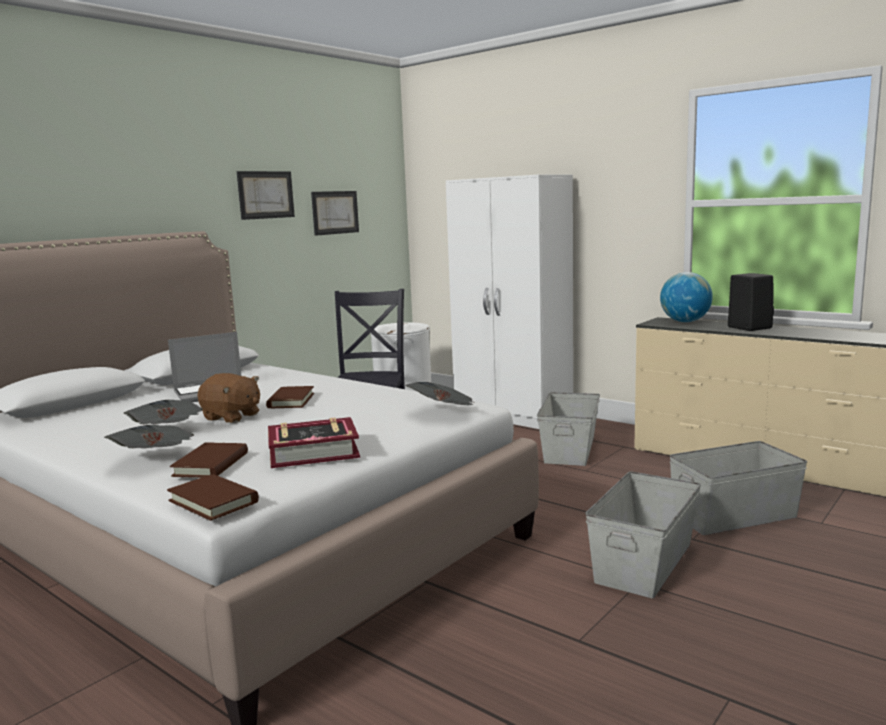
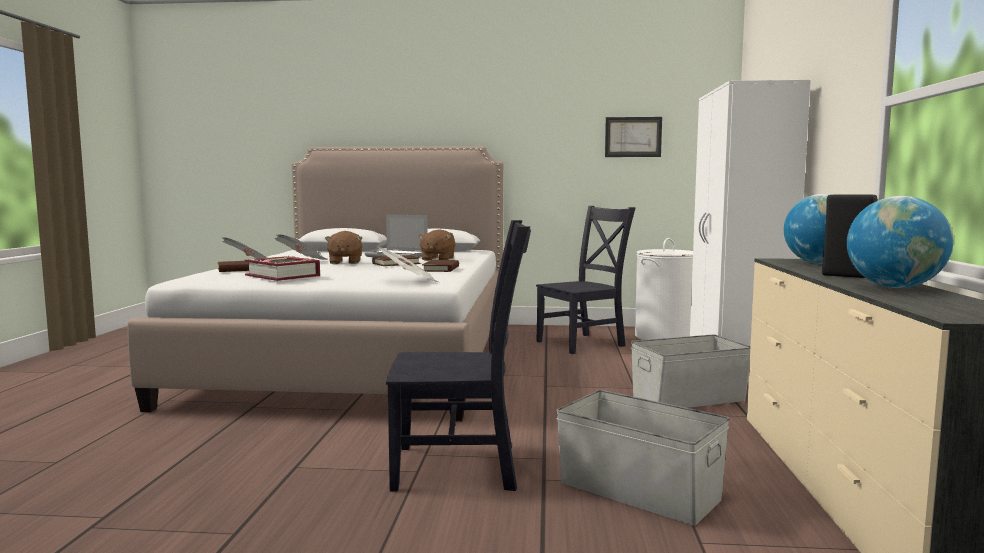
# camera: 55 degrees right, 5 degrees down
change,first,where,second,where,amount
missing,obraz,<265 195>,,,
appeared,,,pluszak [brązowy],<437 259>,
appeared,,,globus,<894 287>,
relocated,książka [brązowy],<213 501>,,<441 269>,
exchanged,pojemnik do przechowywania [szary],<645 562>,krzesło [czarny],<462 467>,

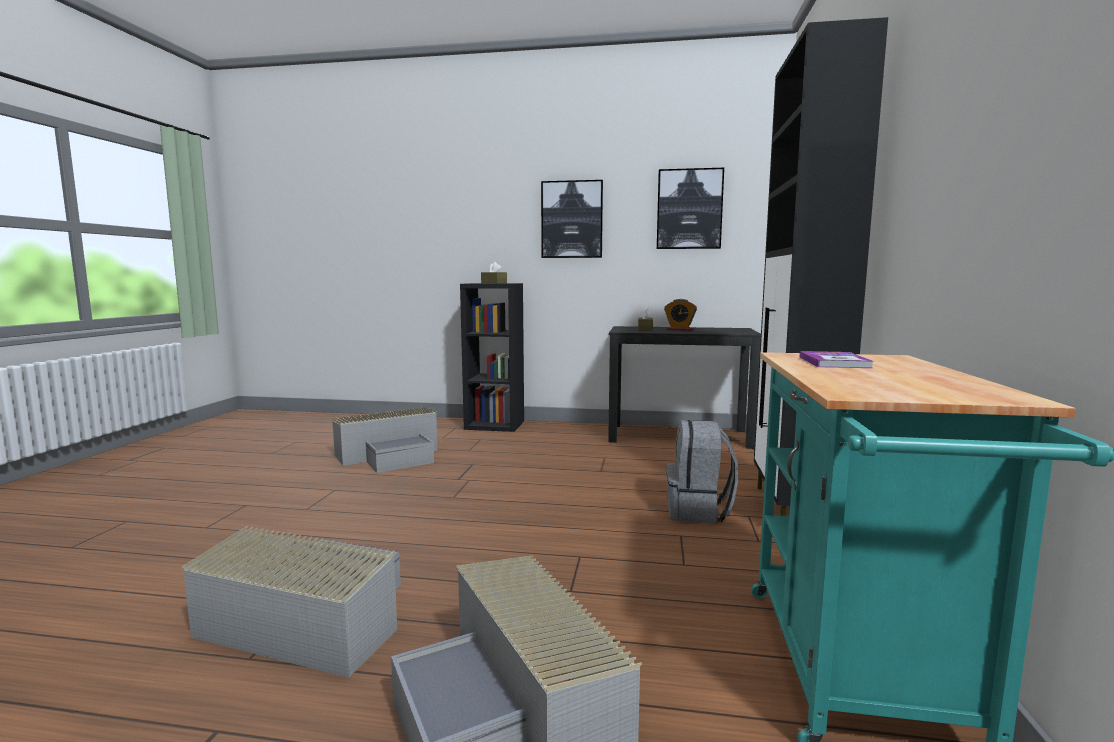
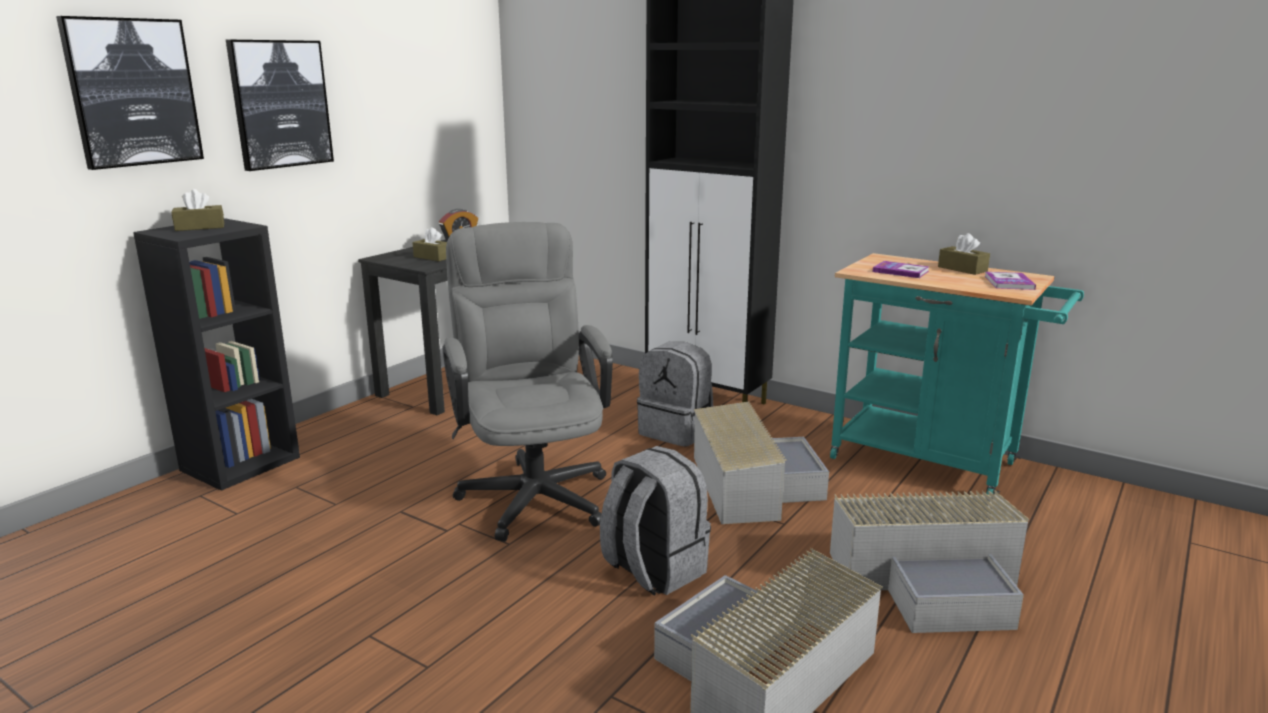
# camera: 65 degrees left, 10 degrees up
change,first,where,second,where,amount
appeared,,,krzesło biurowe [szary],<533 490>,
appeared,,,plecak [szary],<653 570>,
appeared,,,pudełko chusteczek [brązowy],<962 269>,
appeared,,,książka,<1009 282>,
relocated,pojemnik do przechowywania [szary],<392 455>,,<751 484>,
relocated,obraz,<689 209>,,<133 92>,

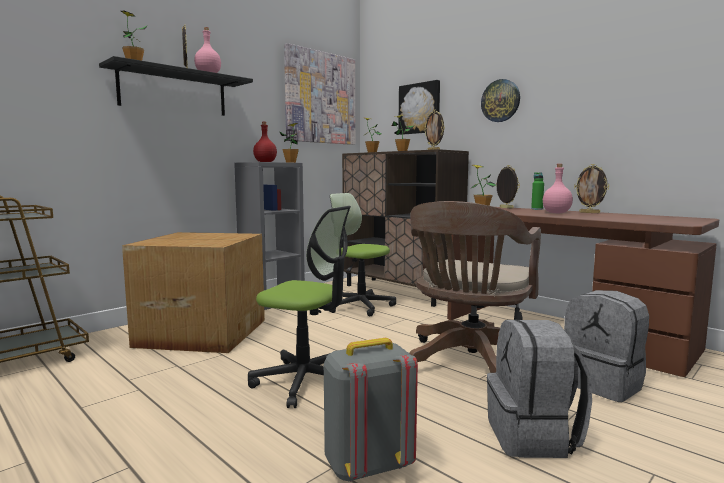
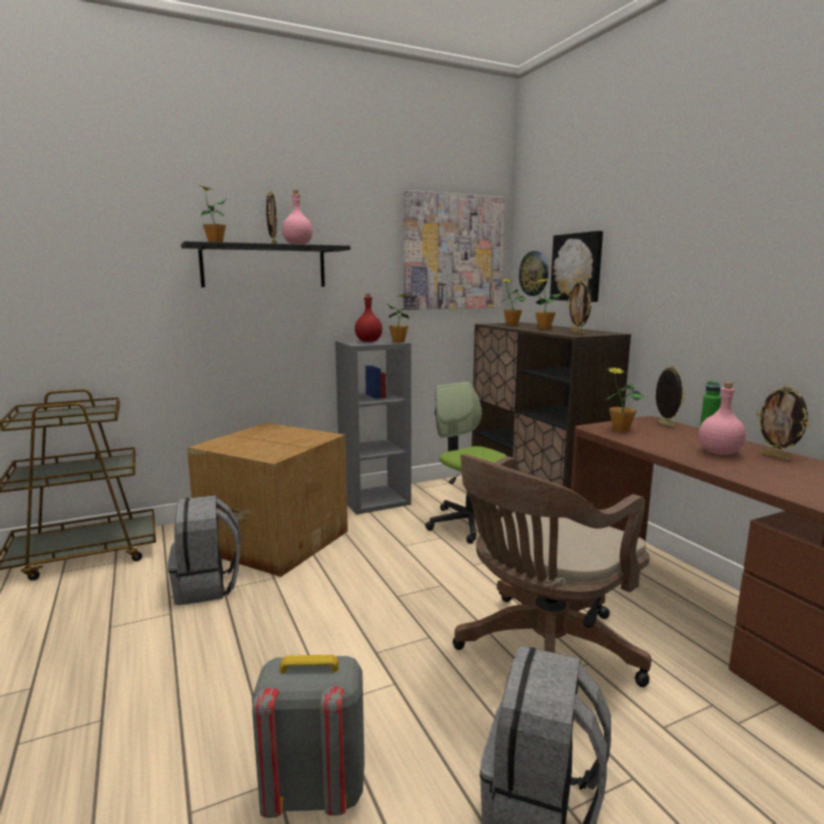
# camera: 20 degrees right, 5 degrees up
change,first,where,second,where,amount
missing,krzesło biurowe,<306 381>,,,
relocated,zegar ścienny,<500 101>,,<534 273>,
relocated,plecak [szary],<603 384>,,<207 586>,

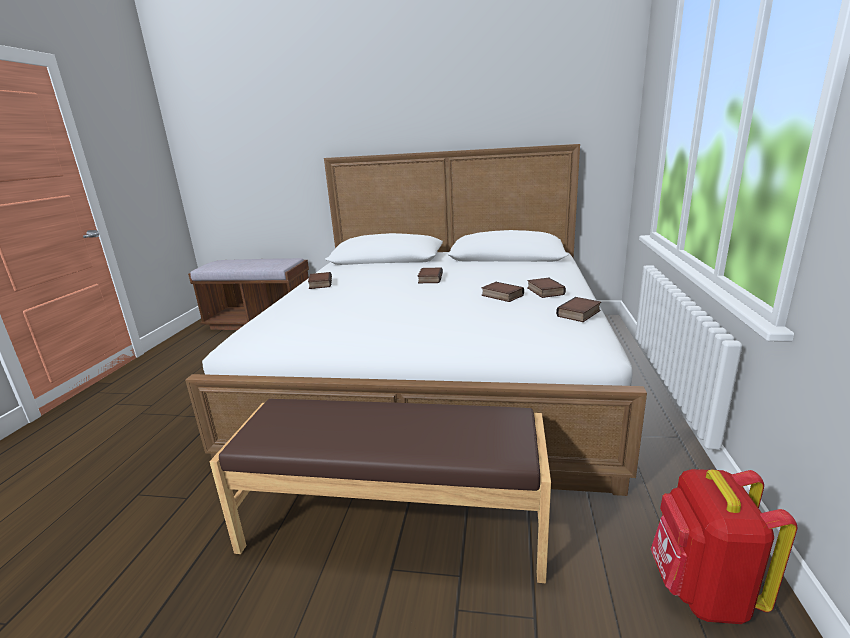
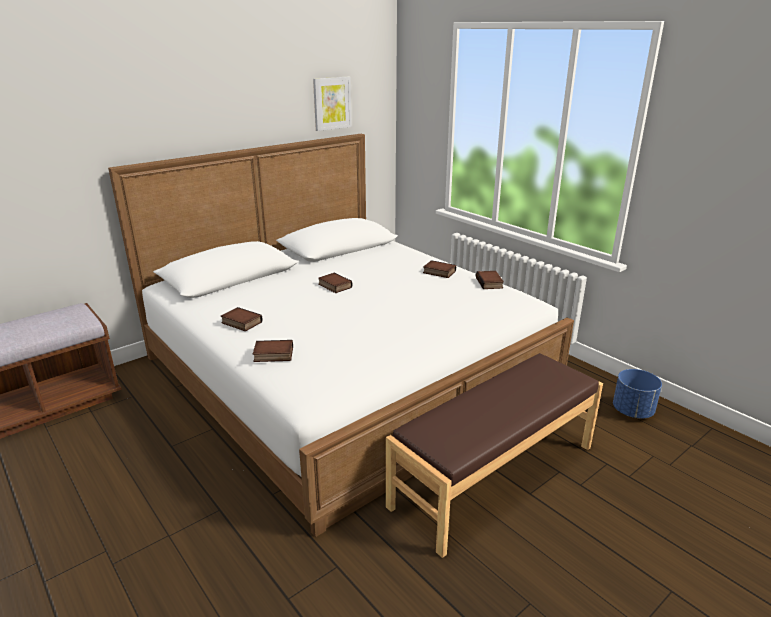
# camera: 50 degrees left, 5 degrees up
change,first,where,second,where,amount
appeared,,,obraz,<332 103>,
relocated,książka,<501 295>,,<273 355>,
exchanged,plecak [czerwony],<702 591>,donica [niebieski],<633 411>,

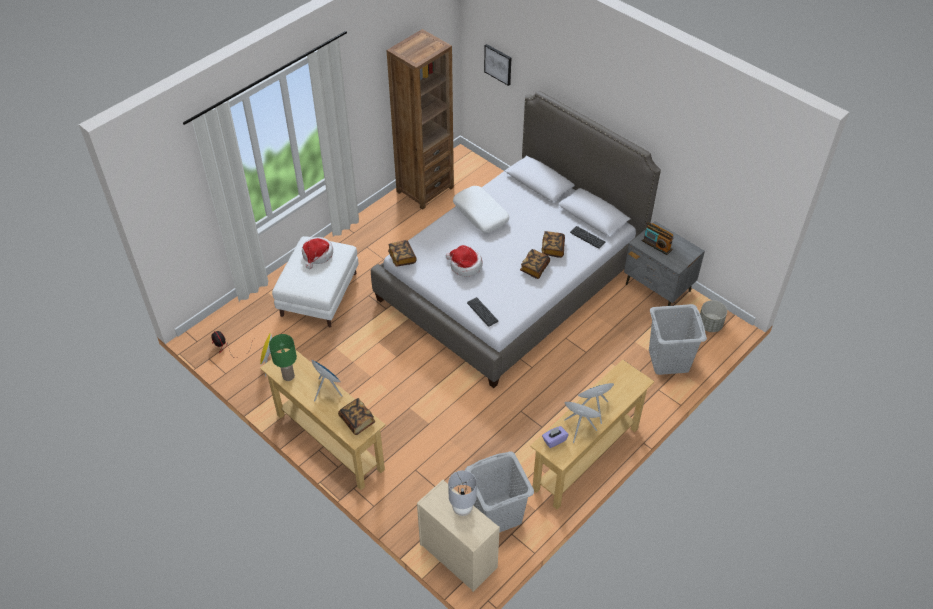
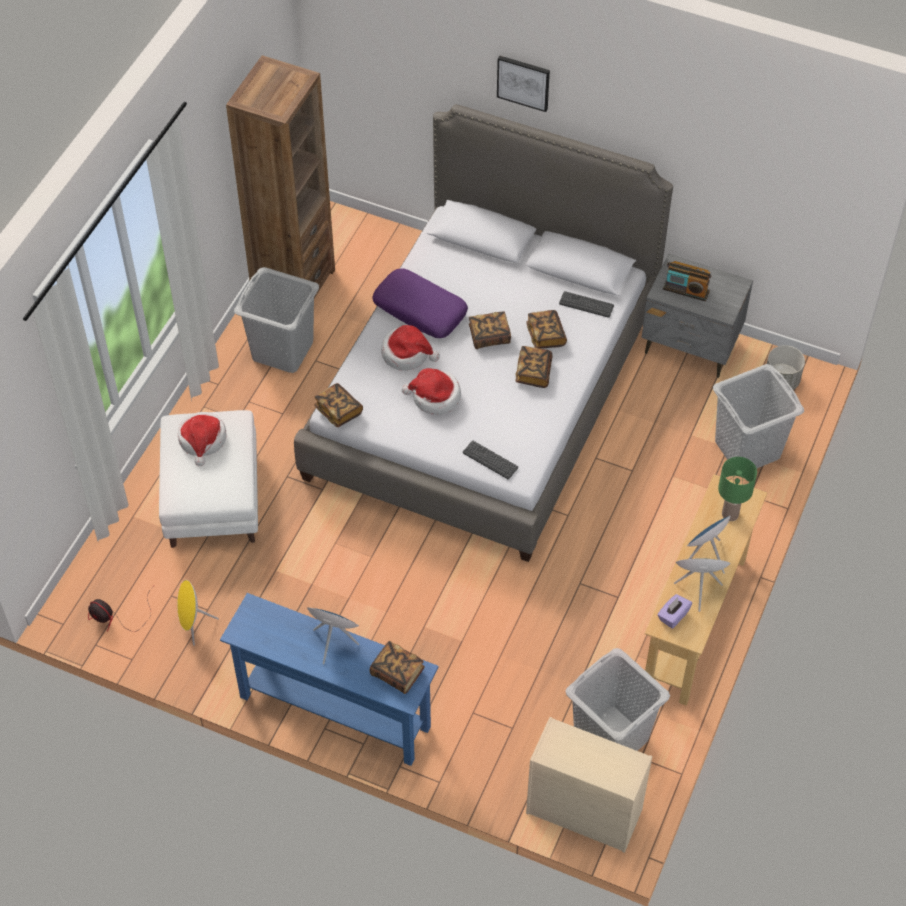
# camera: 20 degrees left, 5 degrees up
change,first,where,second,where,amount
missing,lampa stołowa [szary],<462 508>,,,
appeared,,,kosz na pranie [szary],<283 351>,
appeared,,,kapelusz,<407 354>,
appeared,,,książka,<489 336>,
relocated,lampa stołowa [zielony],<288 376>,,<729 514>,
relocated,obraz,<498 64>,,<523 82>,
colour,stolik konsolowy [beżowy],<329 442>,stolik konsolowy [niebieski],<334 712>,
colour,poduszka [biały],<481 214>,poduszka [fioletowy],<420 310>,

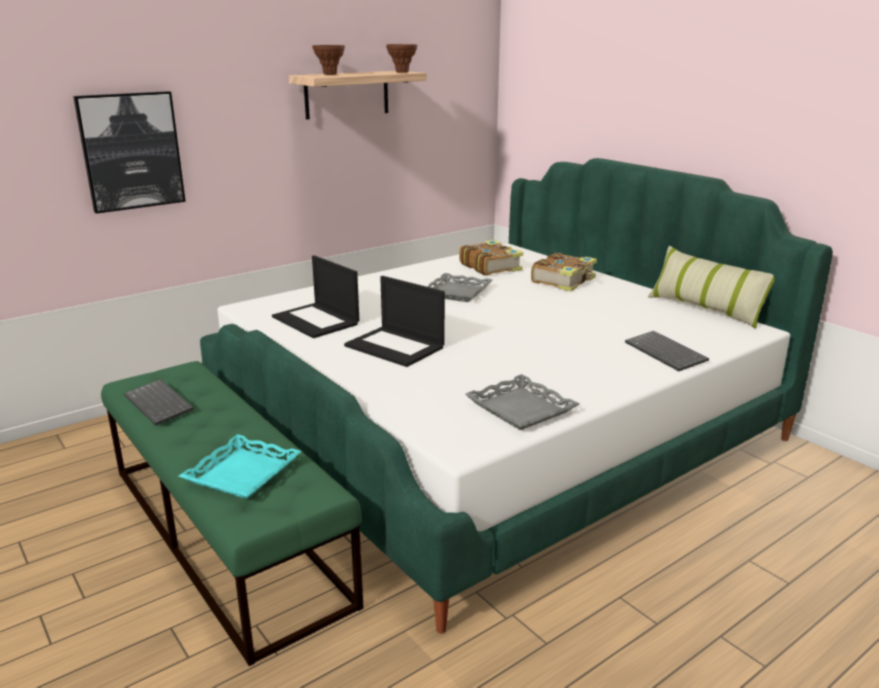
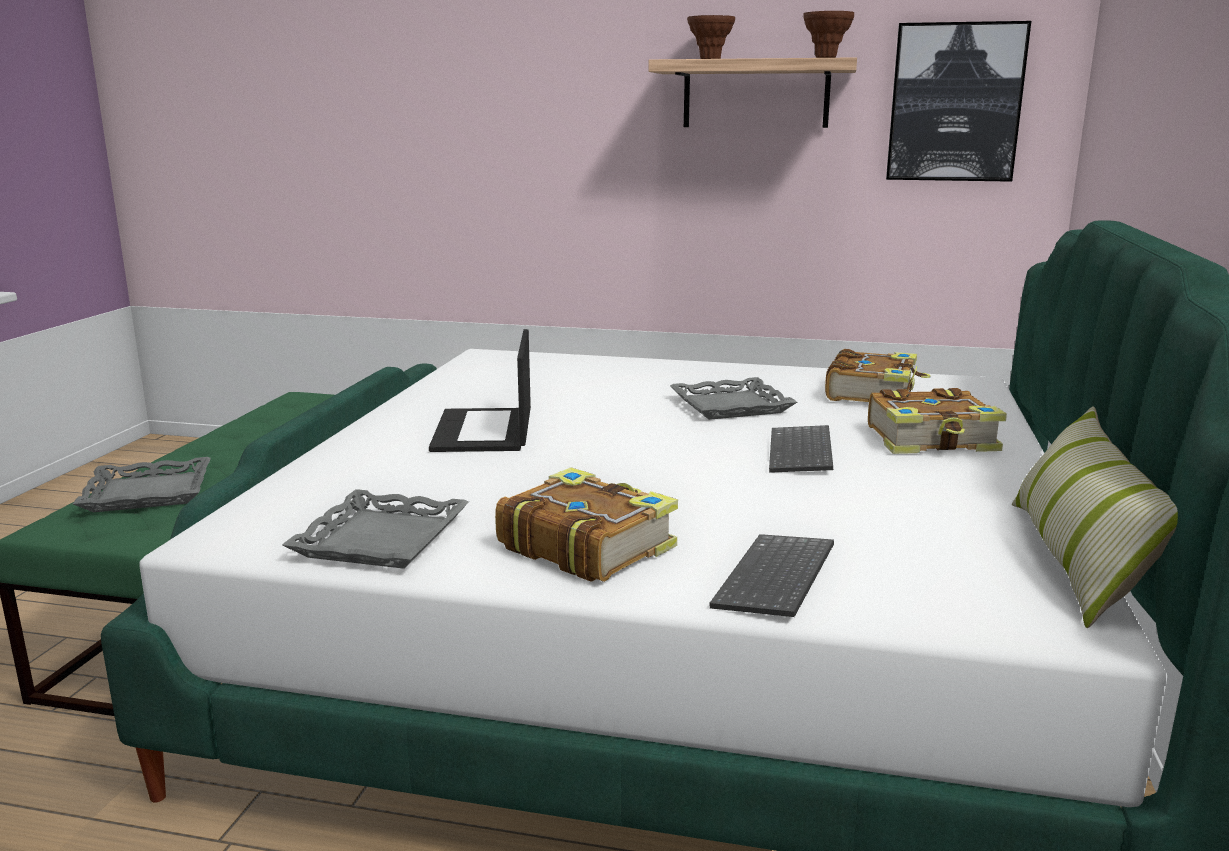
# camera: 50 degrees right, 5 degrees down
change,first,where,second,where,amount
missing,laptop,<317 320>,,,
appeared,,,książka,<586 546>,
relocated,obraz,<131 151>,,<955 103>,
relocated,klawiatura,<160 404>,,<803 453>,
colour,taca [turkusowy],<242 473>,taca [szary],<148 493>,

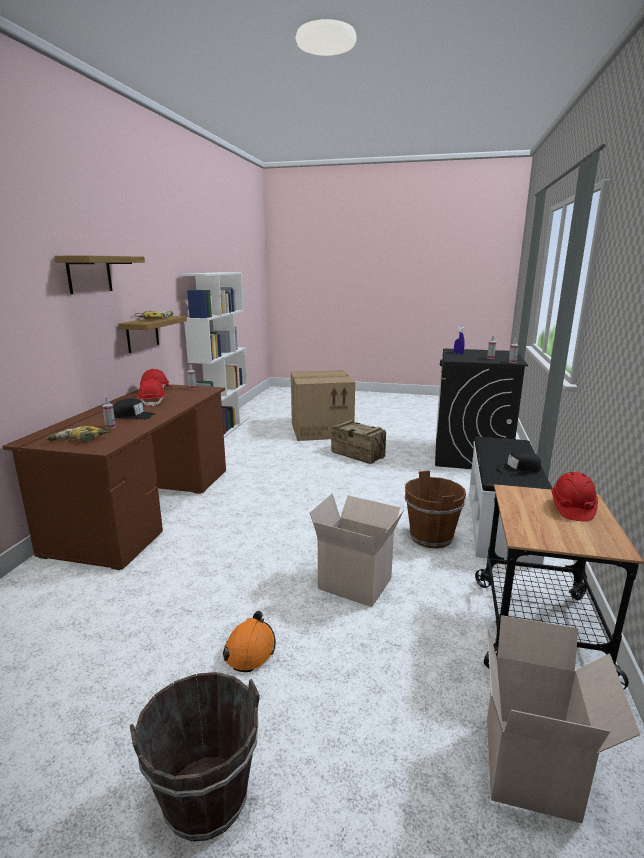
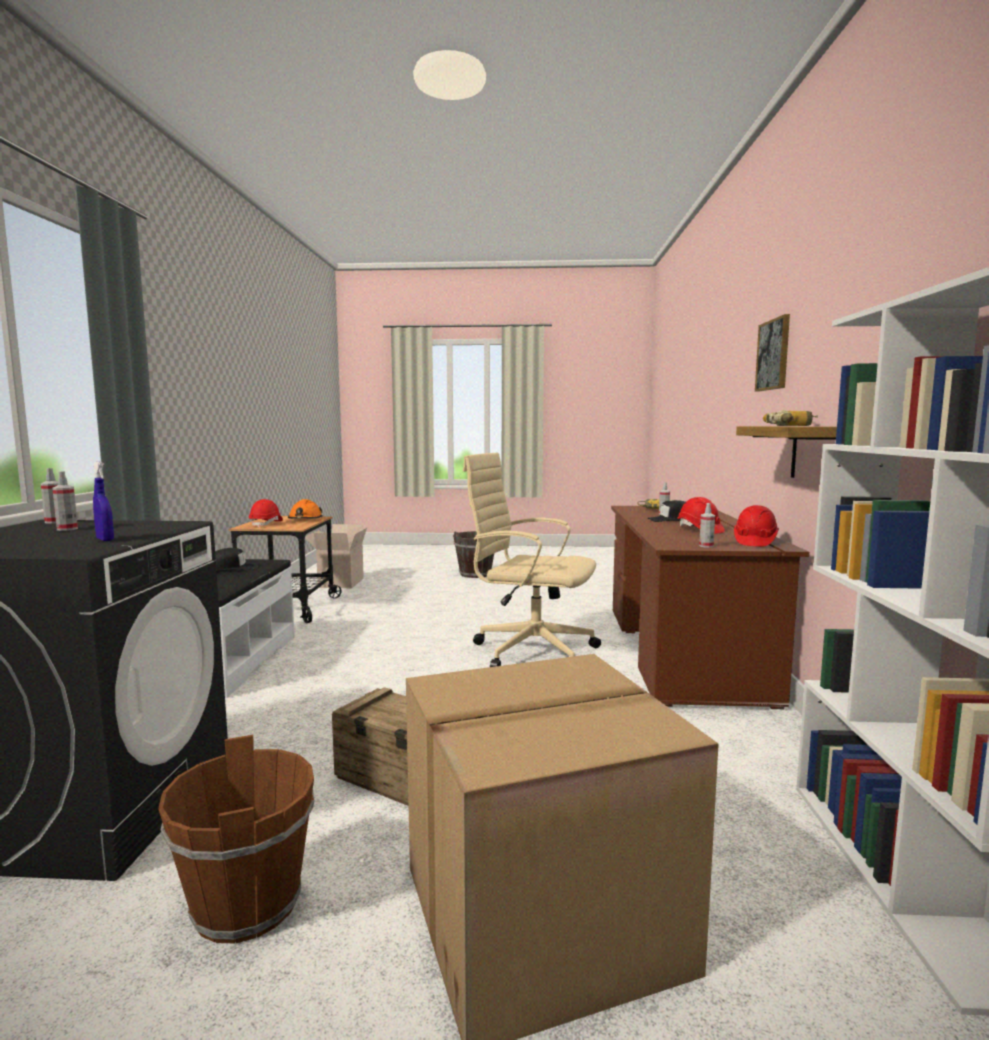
# camera: 170 degrees right, 10 degrees down
change,first,where,second,where,amount
missing,karton,<357 583>,,,
appeared,,,krzesło biurowe [beżowy],<530 651>,
relocated,kask [pomarańczowy],<250 649>,,<305 519>,
relocated,wiadro [brązowy],<430 537>,,<248 904>,
exchanged,półka,<89 274>,obraz,<773 355>,

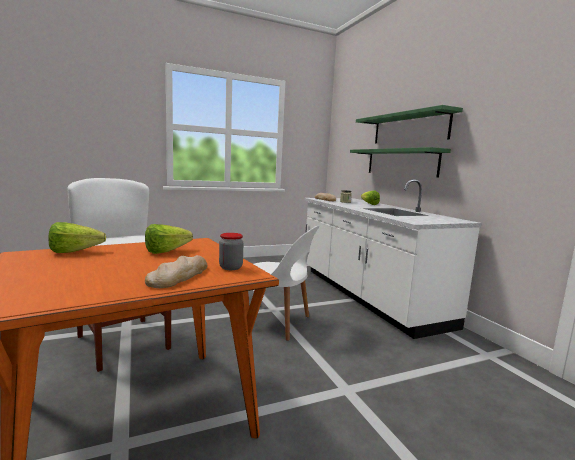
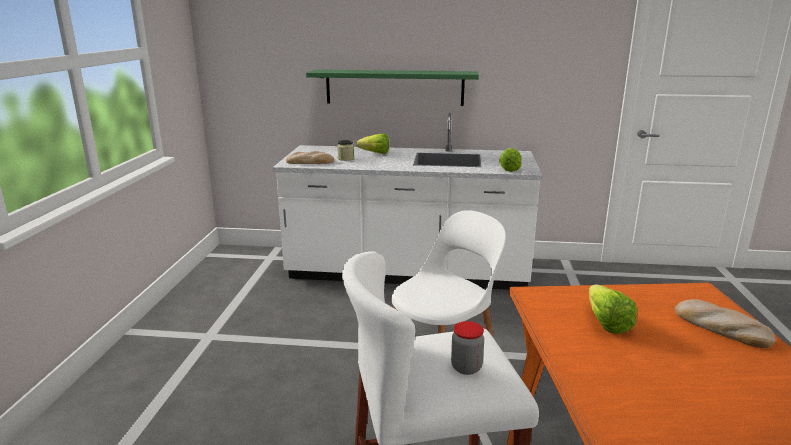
# camera: 60 degrees left, 10 degrees up
change,first,where,second,where,amount
missing,półka [zielony],<409 128>,,,
relocated,sałata,<79 252>,,<510 168>,
relocated,słoik,<230 267>,,<466 367>,

